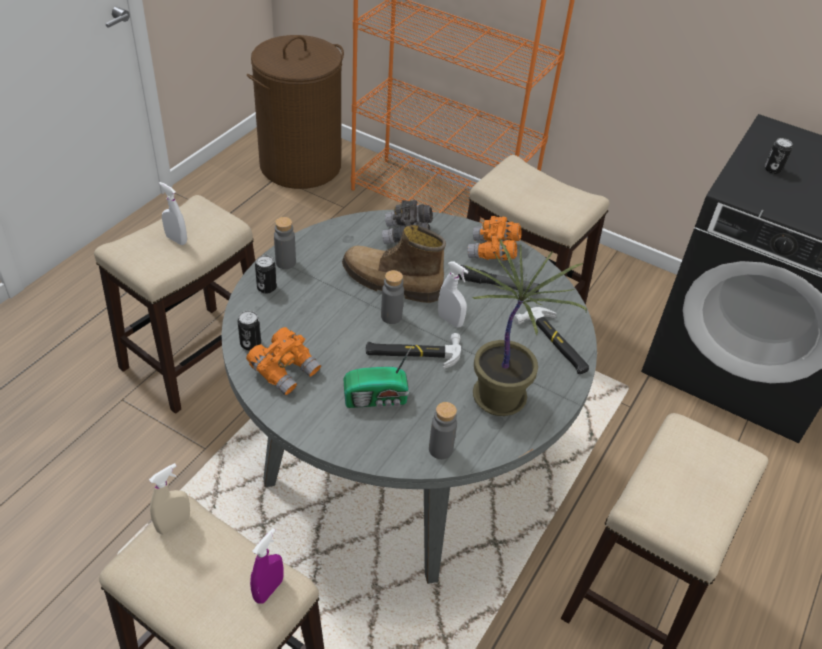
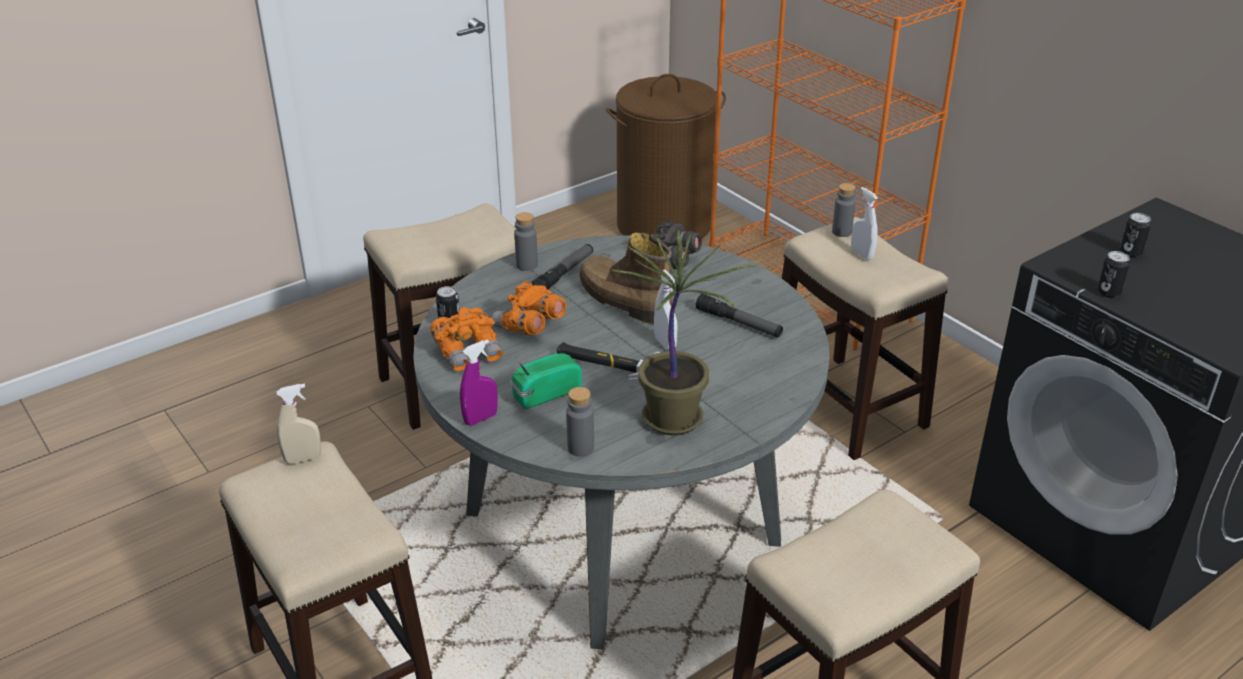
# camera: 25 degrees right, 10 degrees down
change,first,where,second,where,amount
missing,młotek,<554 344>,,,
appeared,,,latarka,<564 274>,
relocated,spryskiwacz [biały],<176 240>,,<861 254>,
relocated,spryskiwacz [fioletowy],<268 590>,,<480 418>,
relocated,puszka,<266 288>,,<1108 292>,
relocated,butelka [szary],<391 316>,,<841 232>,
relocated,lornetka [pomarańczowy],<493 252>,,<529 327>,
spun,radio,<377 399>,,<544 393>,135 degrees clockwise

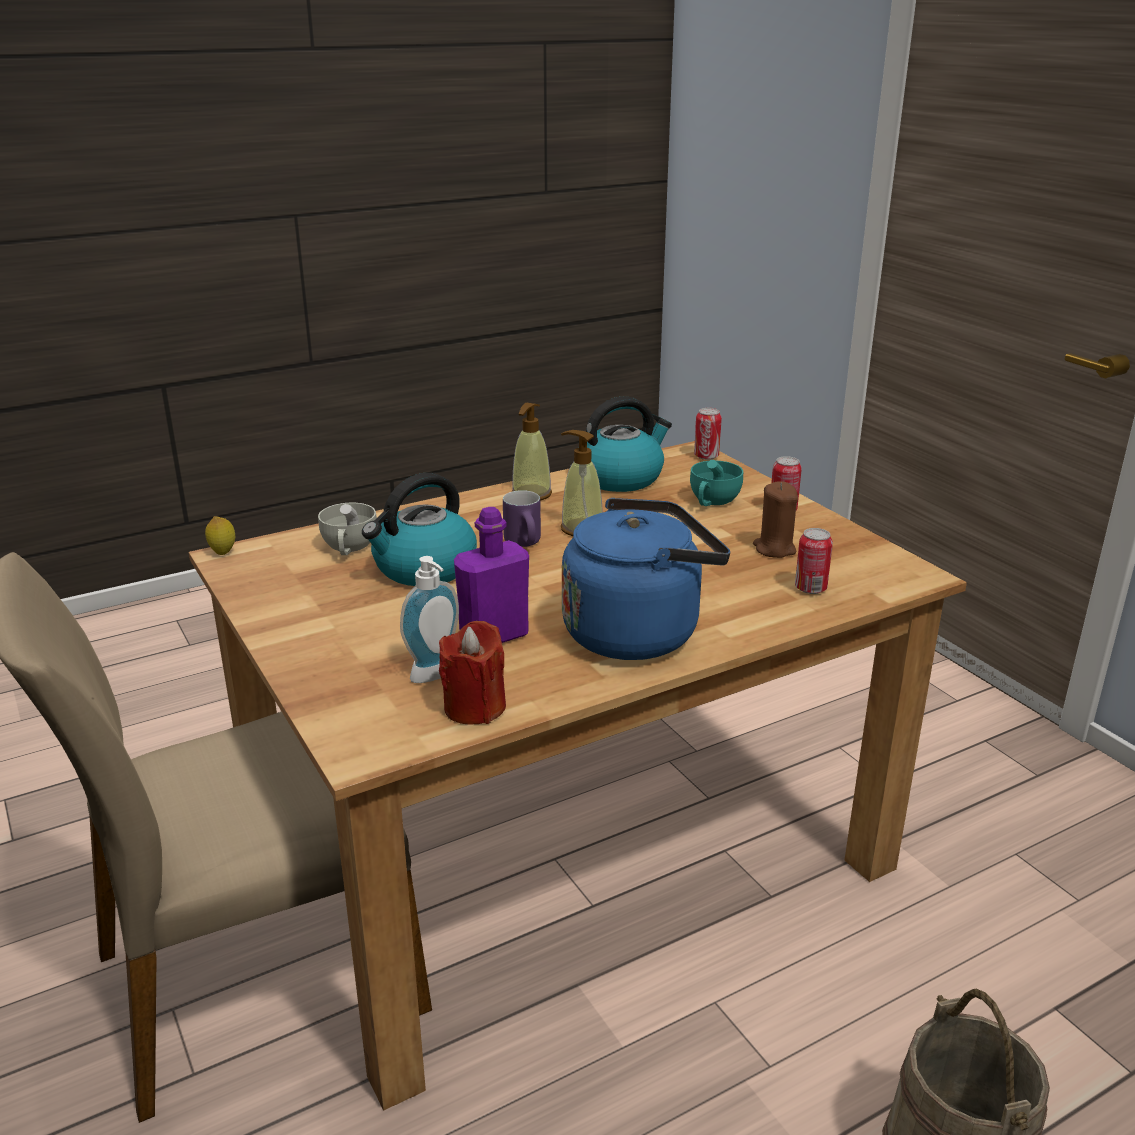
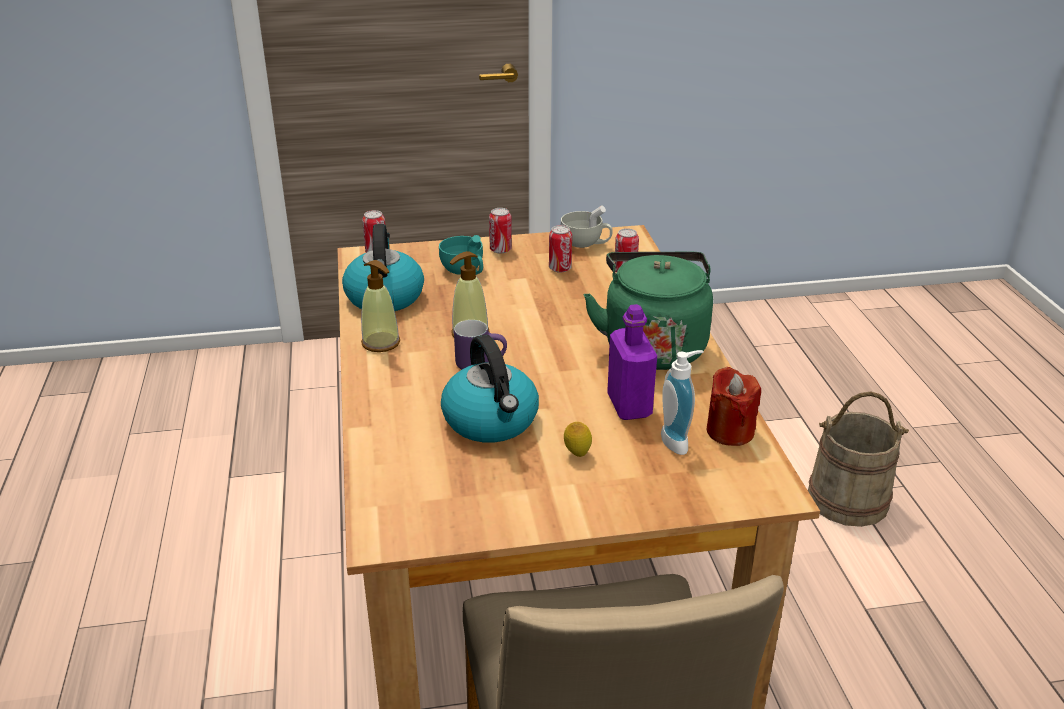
# camera: 70 degrees left, 5 degrees up
change,first,where,second,where,amount
relocated,cytryna,<223 552>,,<577 454>,
relocated,filiżanka [biały],<349 549>,,<586 243>,
exchanged,świeca [brązowy],<774 549>,puszka,<560 269>,
colour,czajnik [niebieski],<638 632>,czajnik [zielony],<653 346>,

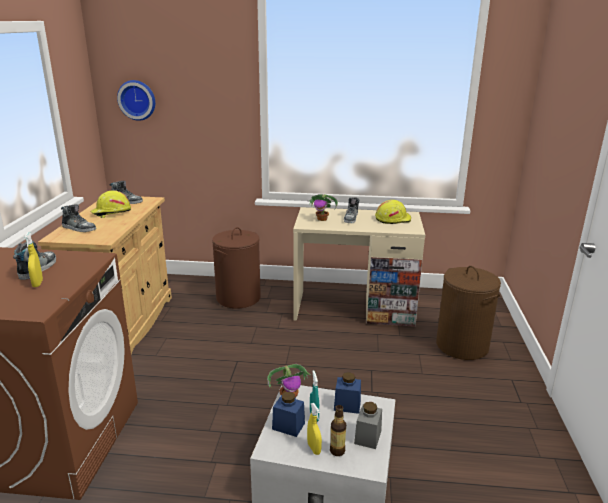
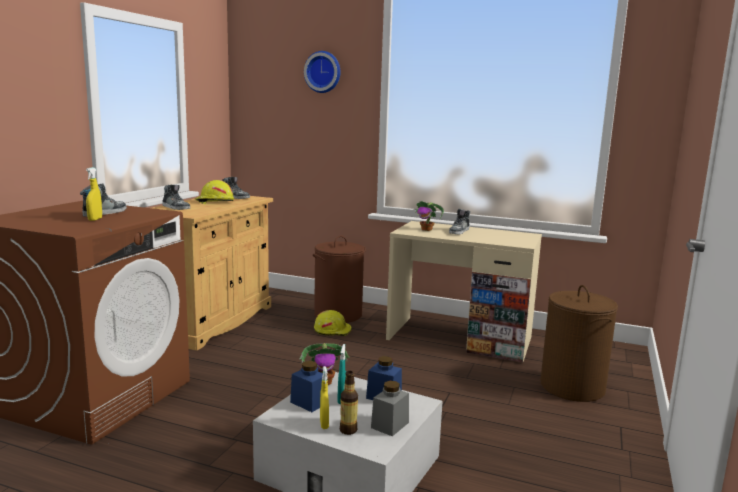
# camera: 15 degrees right, 10 degrees down
change,first,where,second,where,amount
relocated,zegar ścienny,<137 100>,,<323 72>,
relocated,kask [żółty],<392 219>,,<332 330>,

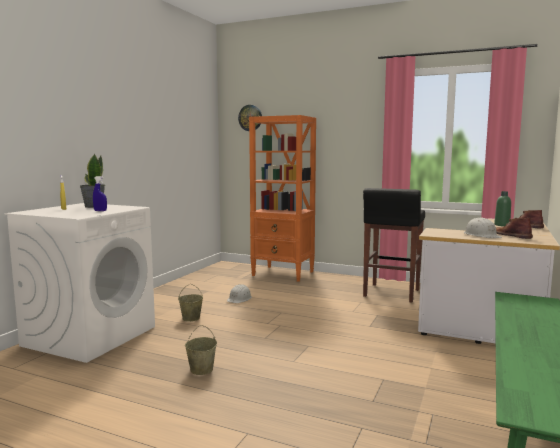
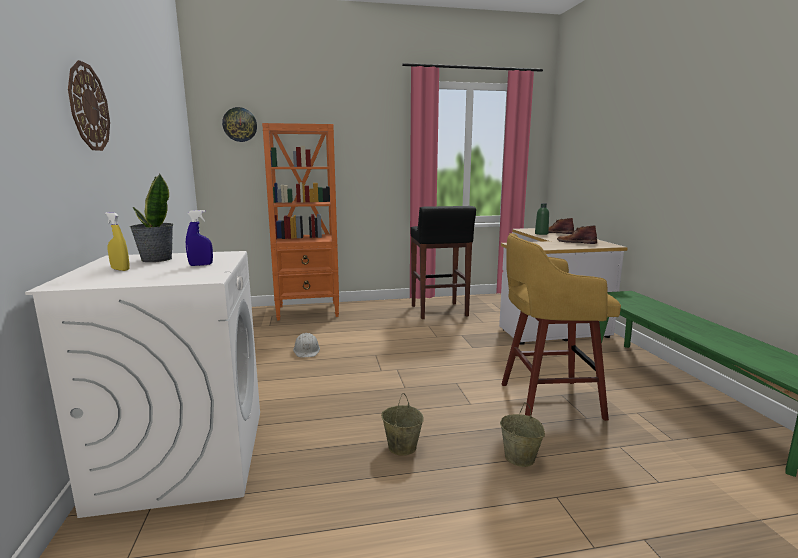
# camera: 35 degrees left, 5 degrees up
change,first,where,second,where,amount
missing,kask [biały],<482 235>,,,
appeared,,,zegar ścienny,<88 107>,
appeared,,,stołek [żółty],<546 401>,
relocated,wiadro [beżowy],<191 318>,,<520 458>,

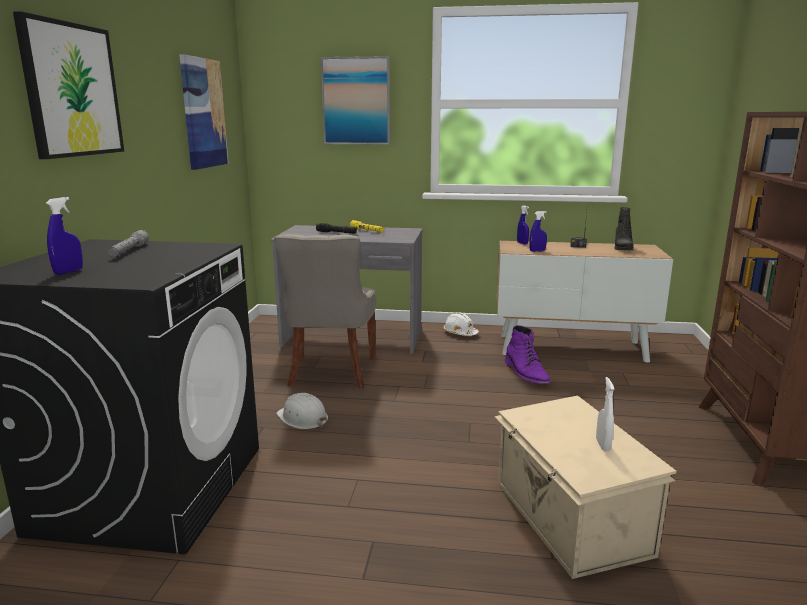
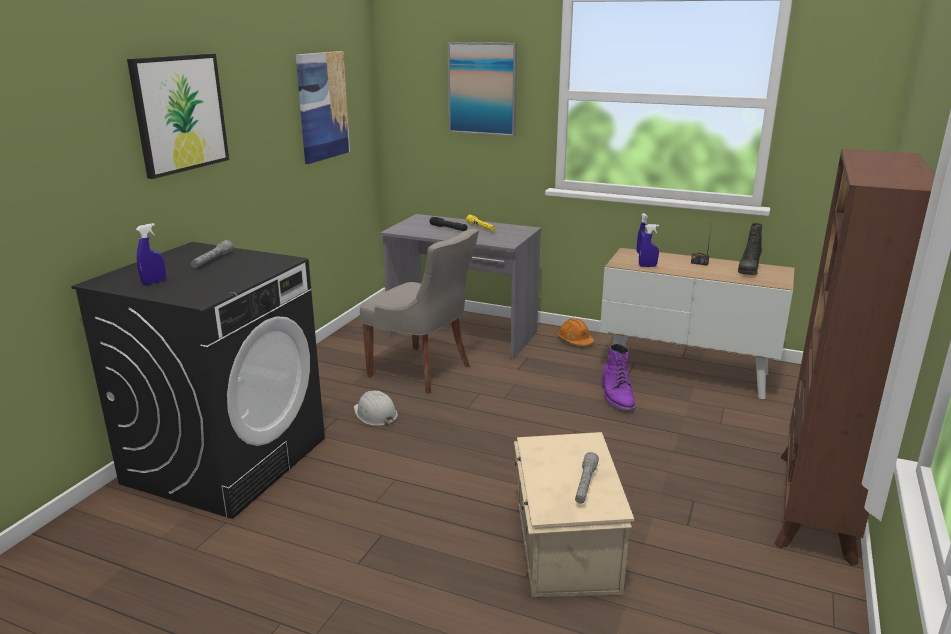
# camera: 15 degrees right, 5 degrees up
change,first,where,second,where,amount
exchanged,spryskiwacz [biały],<603 445>,latarka [szary],<585 484>,
colour,kask [biały],<460 333>,kask [pomarańczowy],<575 341>,
spun,krzesło [szary],<330 372>,,<422 371>,75 degrees counterclockwise

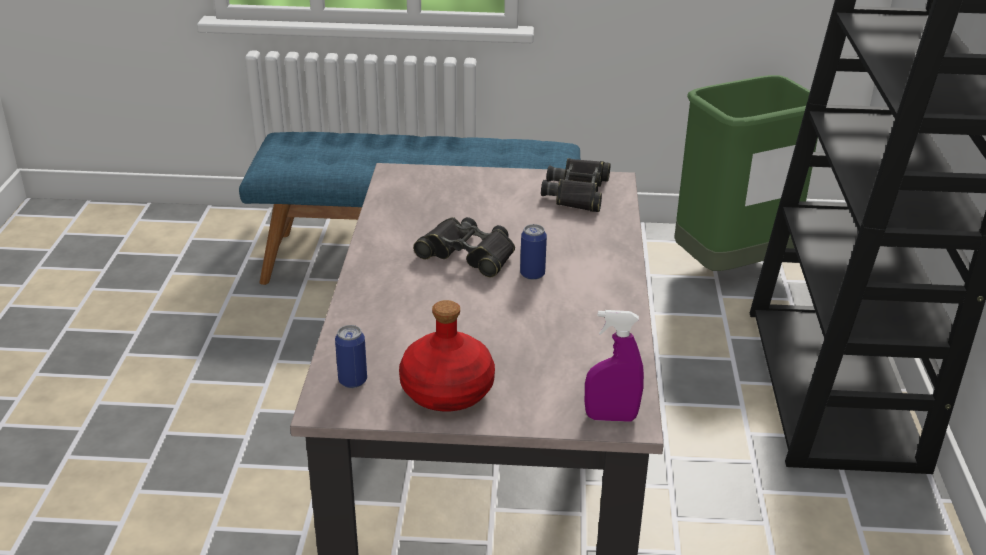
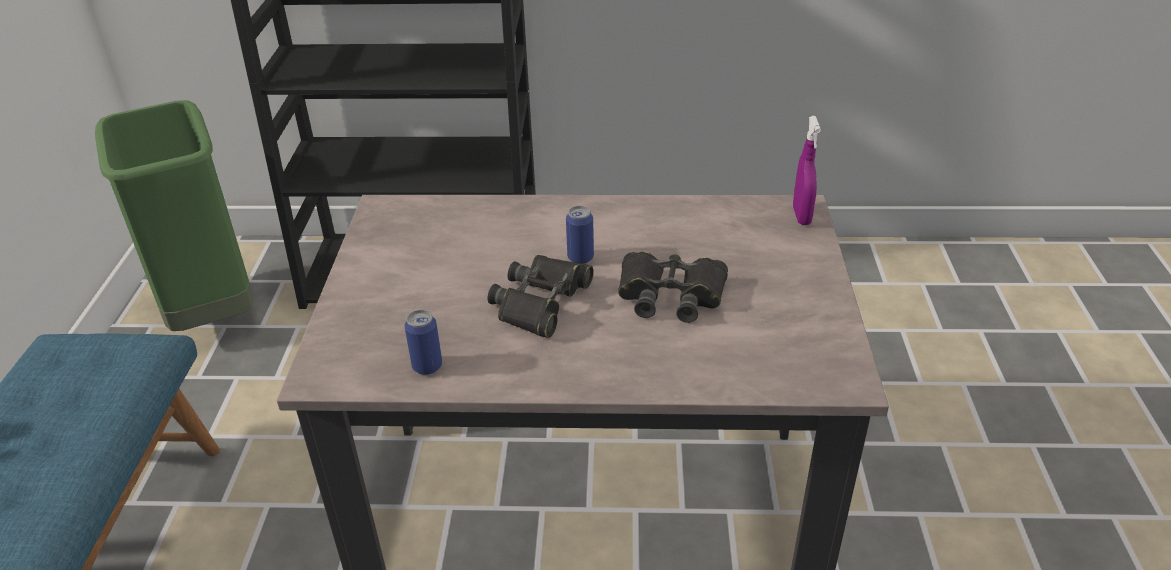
# camera: 90 degrees left, 5 degrees up
change,first,where,second,where,amount
missing,butelka [czerwony],<447 390>,,,
relocated,puszka,<352 380>,,<427 366>,
relocated,lornetka [czarny],<578 192>,,<670 294>,

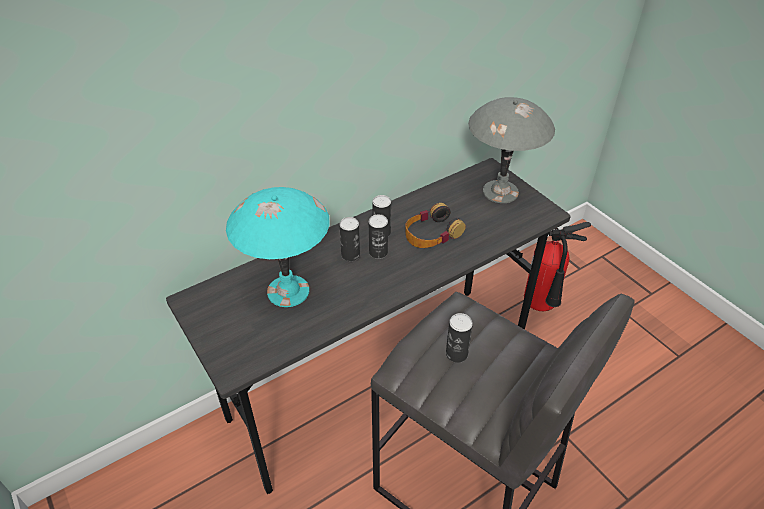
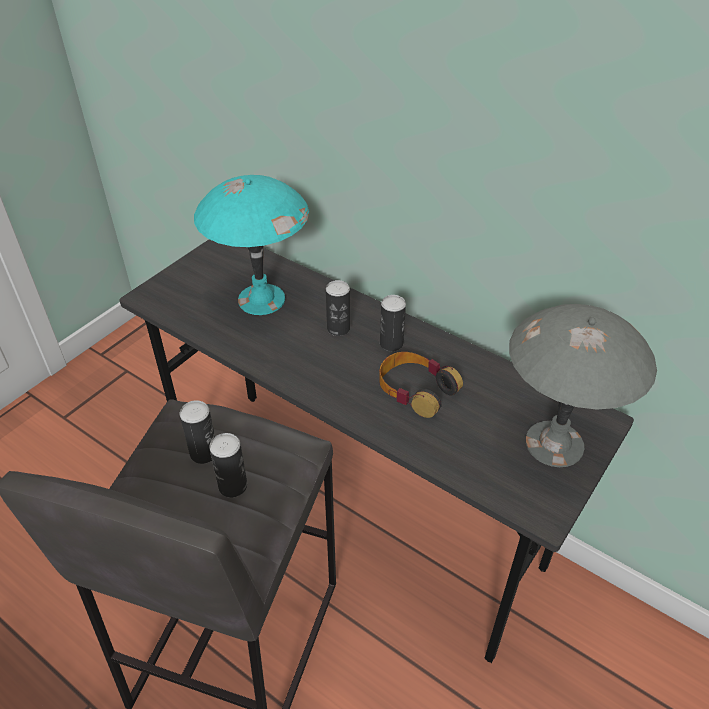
# camera: 70 degrees right, 0 degrees up
change,first,where,second,where,amount
missing,gaśnica,<542 306>,,,
relocated,puszka,<378 252>,,<233 486>,

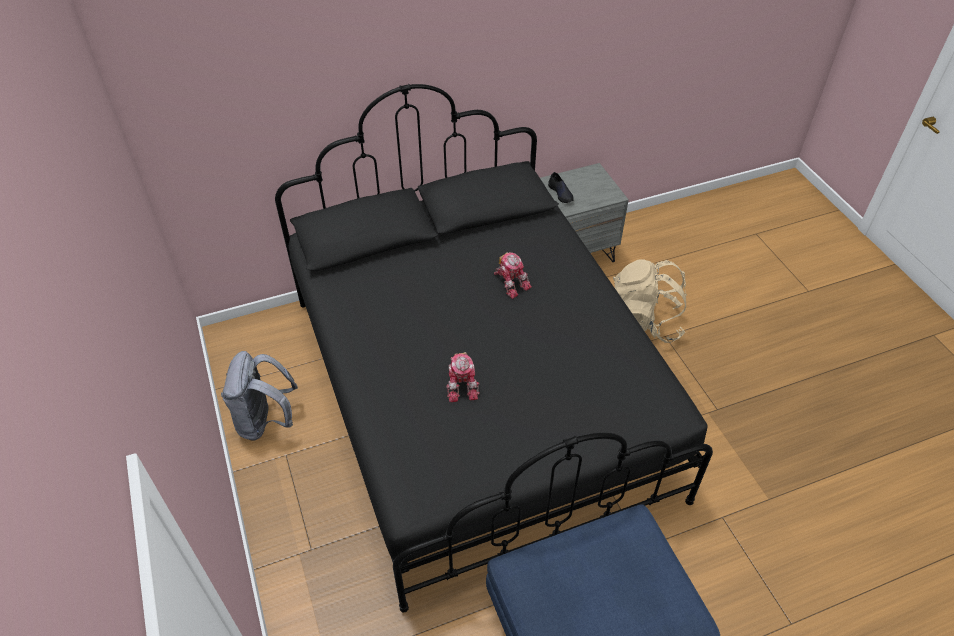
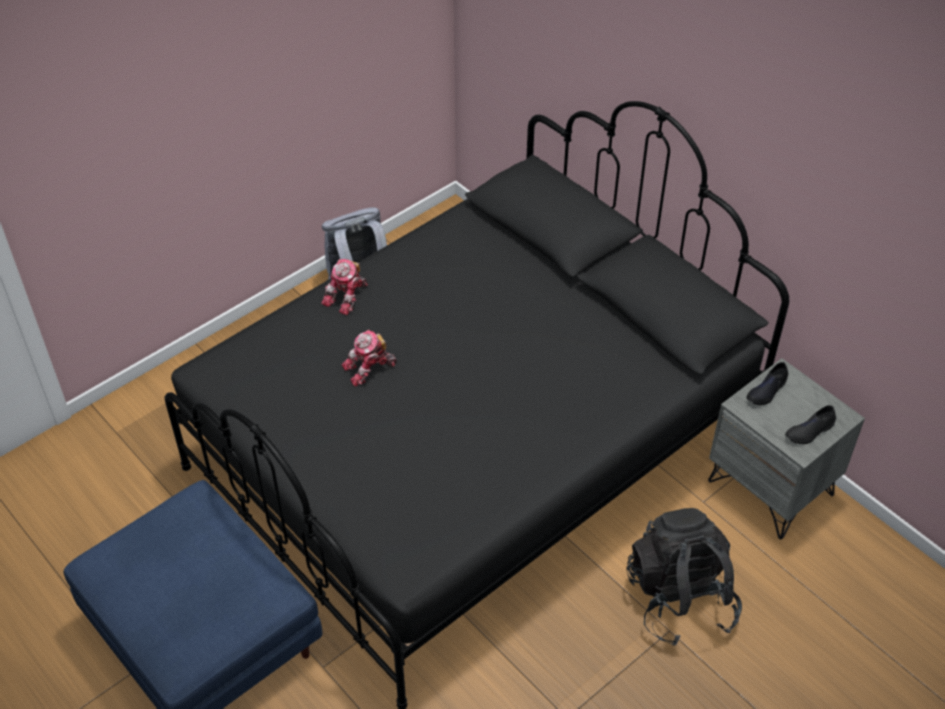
# camera: 70 degrees right, 0 degrees up
change,first,where,second,where,amount
appeared,,,but [czarny],<810 431>,
relocated,robot zabawkowy,<511 282>,,<347 296>,
colour,plecak [beżowy],<643 323>,plecak [czarny],<680 599>,

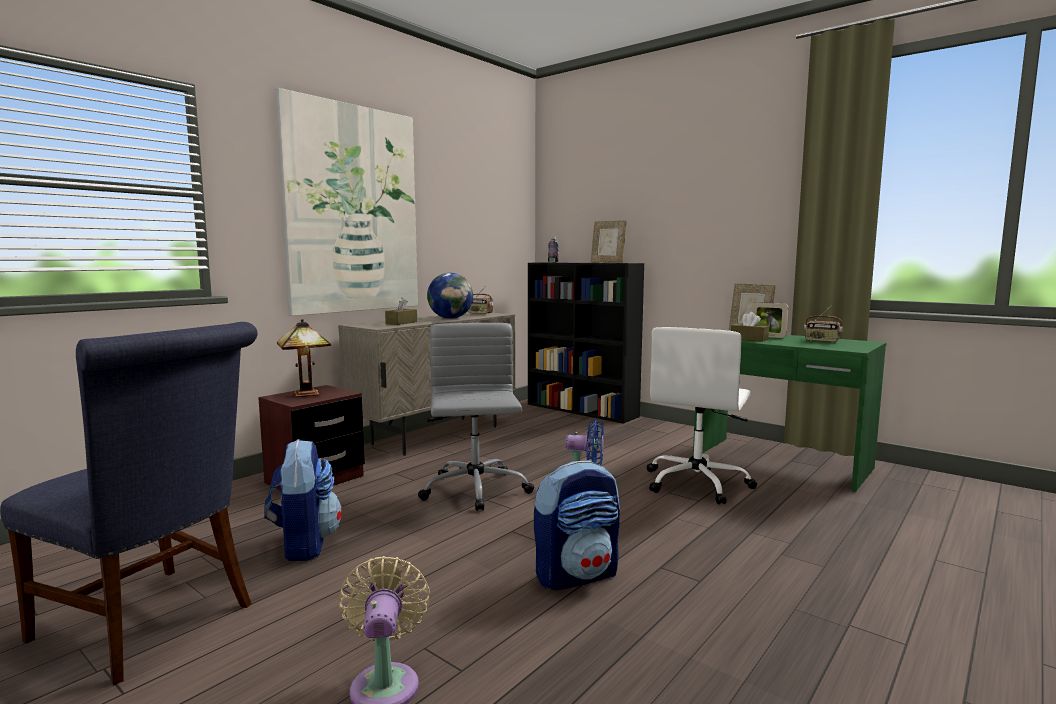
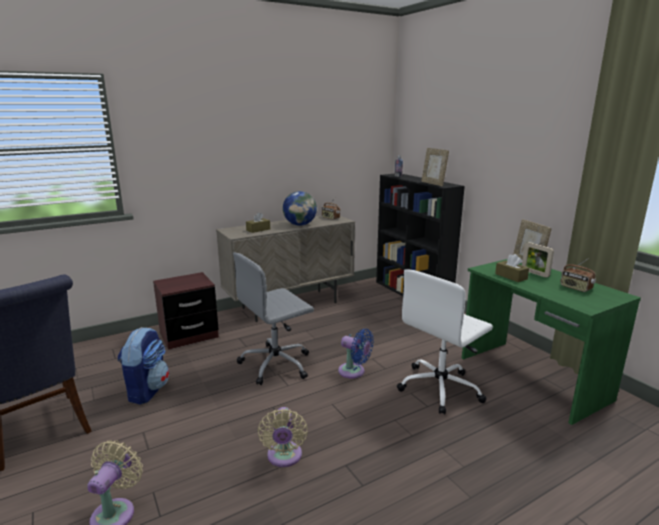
# camera: 20 degrees right, 10 degrees up
change,first,where,second,where,amount
missing,obraz,<352 210>,,,
missing,lampa stołowa,<308 394>,,,
exchanged,plecak,<577 575>,wentylator [beżowy],<284 457>,
spun,krzesło biurowe [szary],<475 490>,,<277 364>,135 degrees counterclockwise

